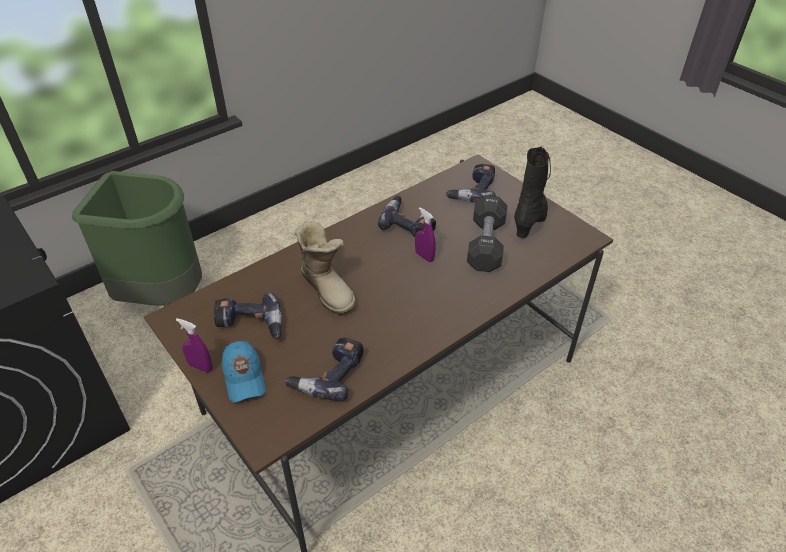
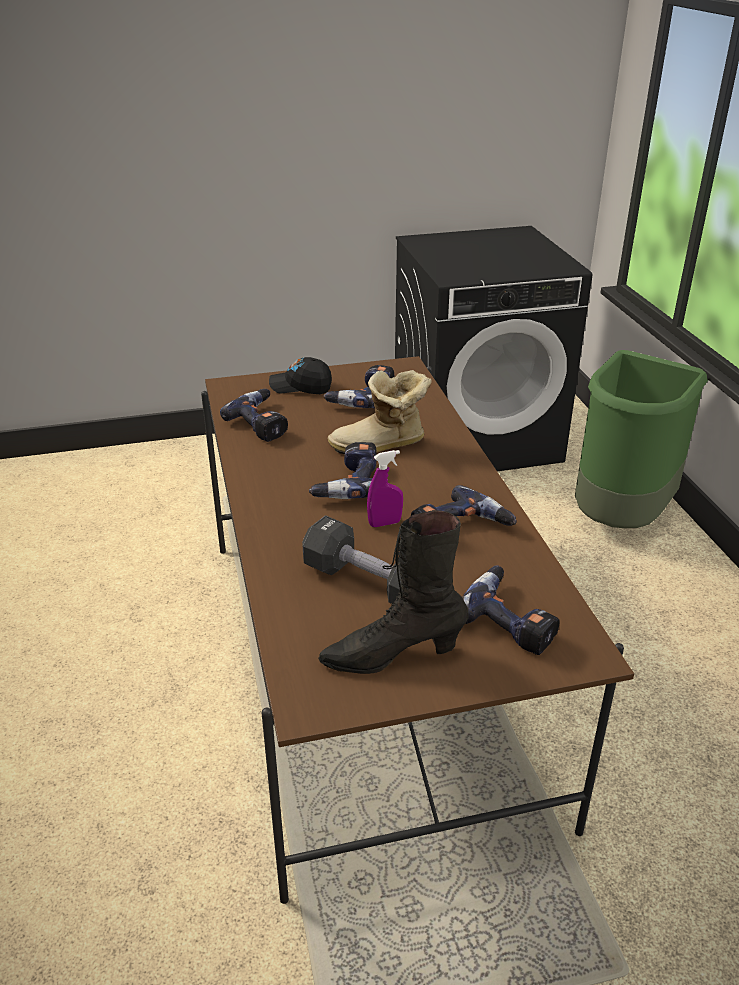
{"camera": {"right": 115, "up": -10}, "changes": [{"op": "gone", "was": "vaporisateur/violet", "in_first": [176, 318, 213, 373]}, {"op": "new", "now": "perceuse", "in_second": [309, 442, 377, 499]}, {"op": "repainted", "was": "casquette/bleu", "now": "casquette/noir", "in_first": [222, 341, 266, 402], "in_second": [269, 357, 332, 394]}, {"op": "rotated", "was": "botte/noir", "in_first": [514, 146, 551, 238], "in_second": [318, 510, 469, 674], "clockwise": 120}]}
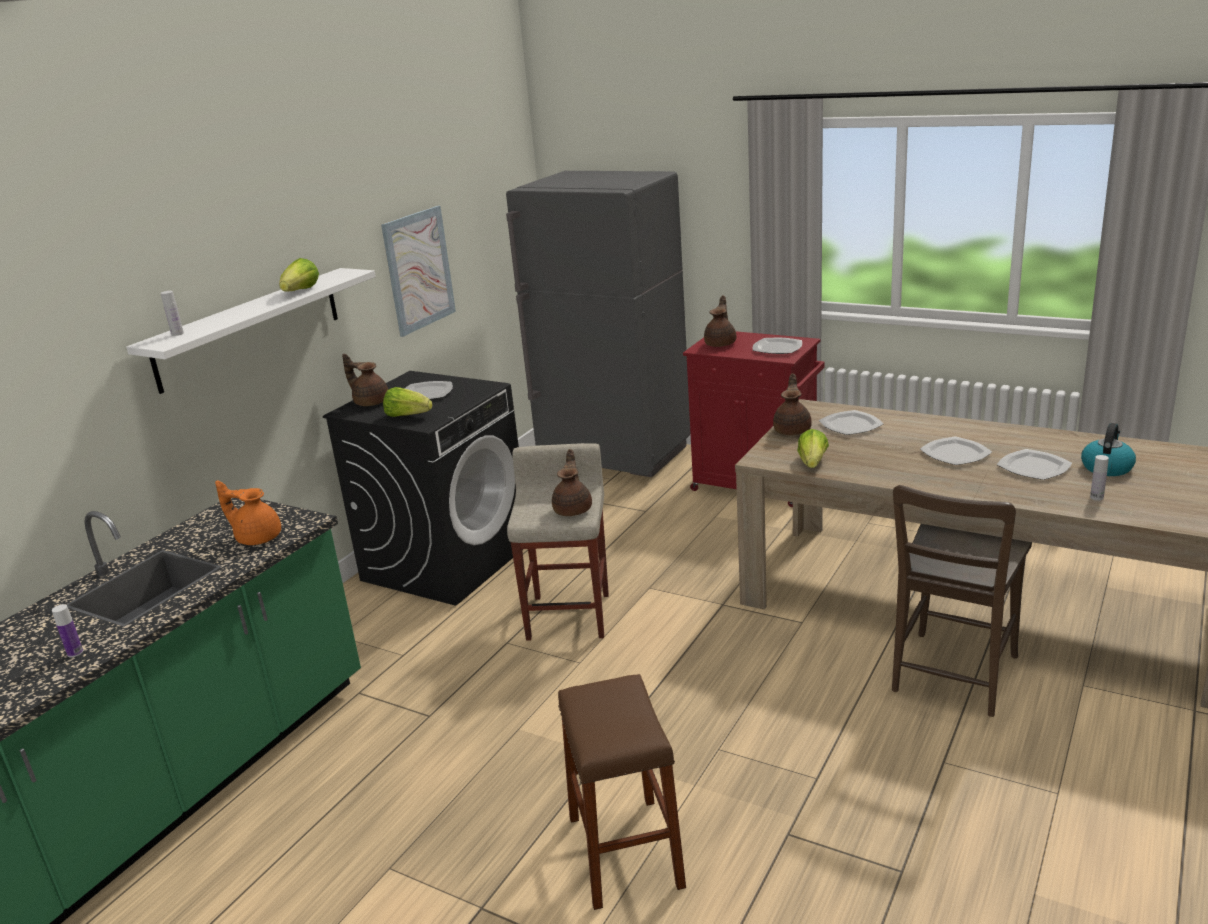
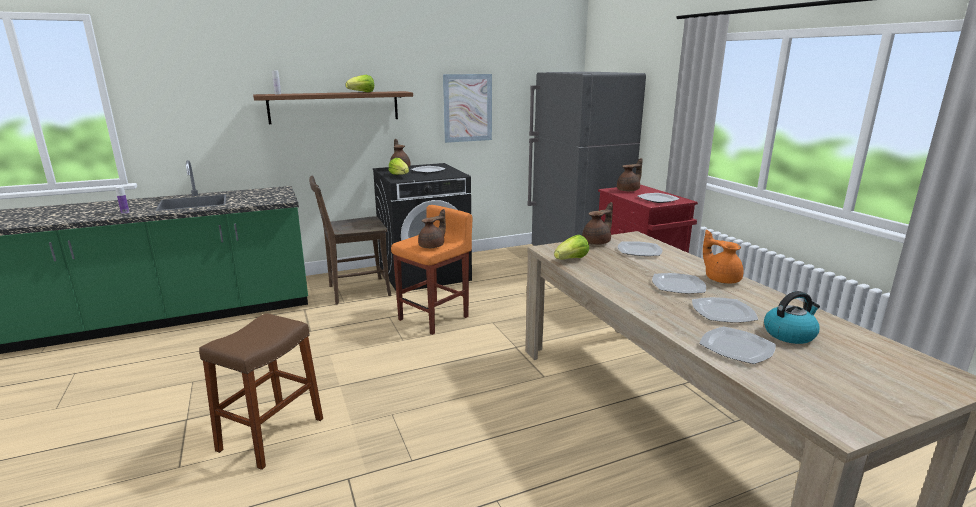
{"camera": {"right": 35, "up": -5}, "changes": [{"op": "shifted", "was": "théière/orange", "in_first": [215, 481, 281, 545], "in_second": [703, 230, 743, 284]}, {"op": "shifted", "was": "chaise/marron", "in_first": [892, 485, 1032, 717], "in_second": [309, 176, 392, 304]}, {"op": "swapped", "was": "bouteille/blanc", "now": "assiette", "in_first": [1090, 455, 1109, 501], "in_second": [699, 326, 776, 364]}, {"op": "repainted", "was": "étagère/blanc", "now": "étagère/marron", "in_first": [126, 268, 376, 394], "in_second": [253, 91, 413, 124]}, {"op": "repainted", "was": "tabouret/beige", "now": "tabouret/orange", "in_first": [507, 443, 609, 641], "in_second": [391, 205, 472, 335]}]}
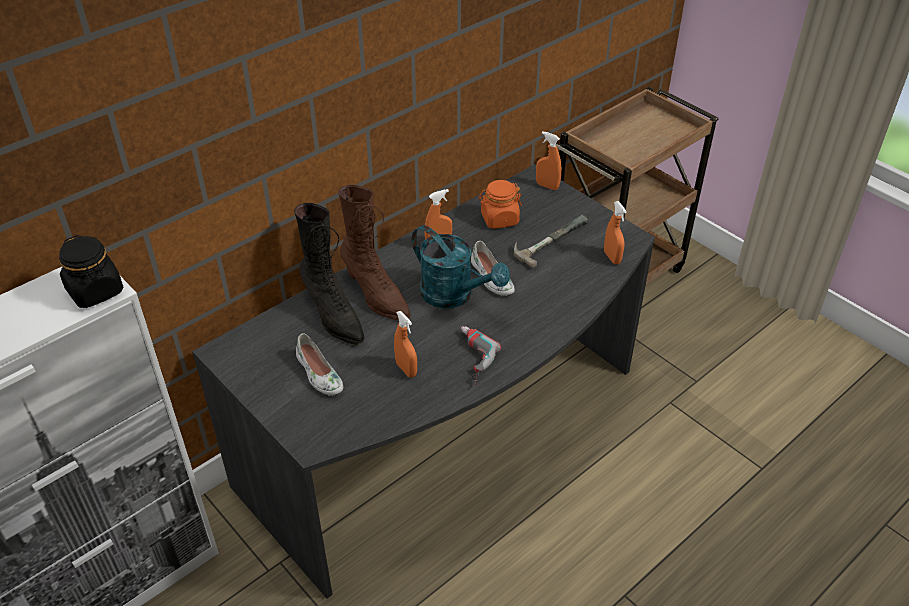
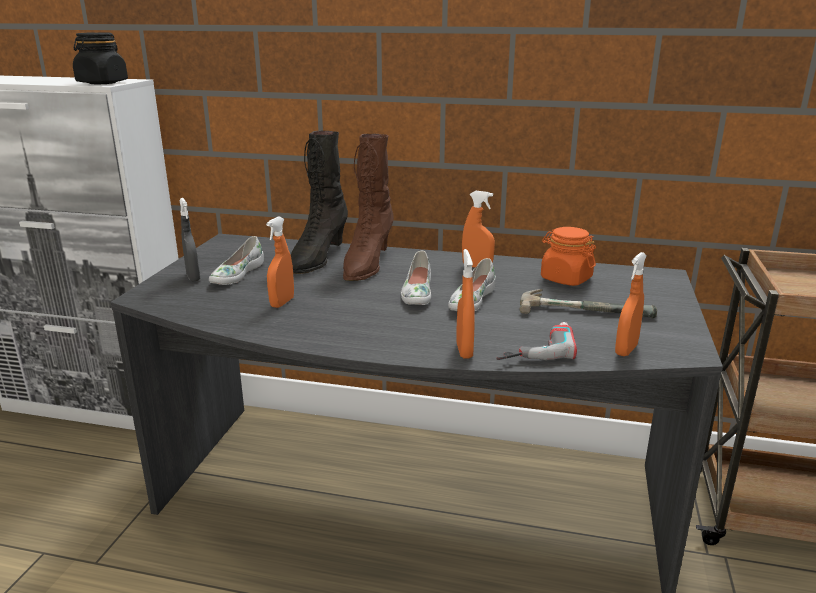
{"camera": {"right": 55, "up": -20}, "changes": [{"op": "new", "now": "vaporisateur/gris", "in_second": [179, 198, 200, 282]}, {"op": "shifted", "was": "perceuse", "in_first": [461, 326, 501, 386], "in_second": [496, 322, 577, 360]}, {"op": "shifted", "was": "vaporisateur/orange", "in_first": [536, 131, 562, 190], "in_second": [456, 249, 475, 359]}, {"op": "swapped", "was": "arrosoir/turquoise", "now": "chaussure/blanc", "in_first": [412, 225, 510, 309], "in_second": [401, 251, 431, 305]}]}
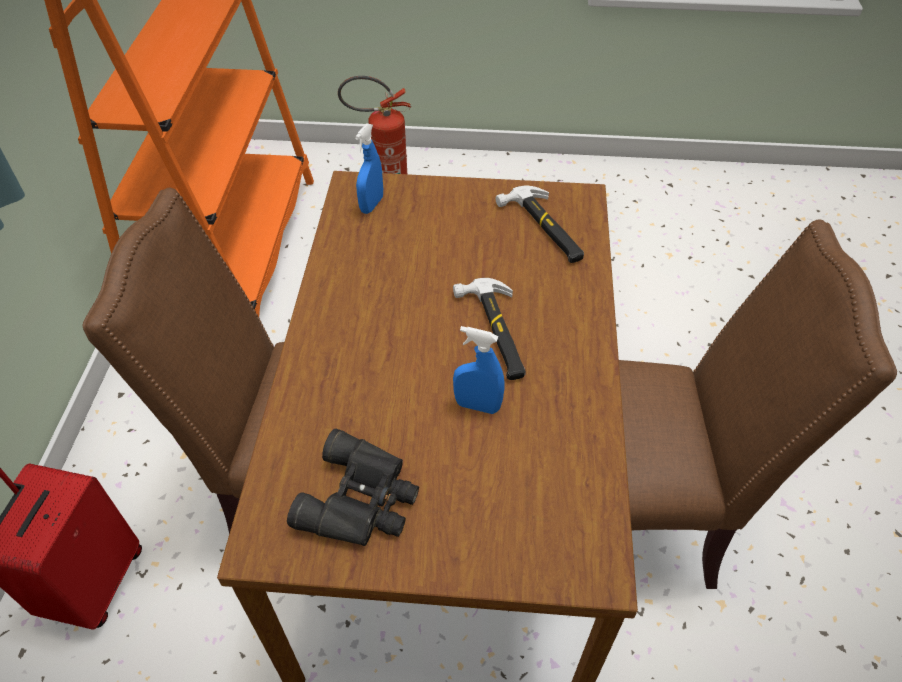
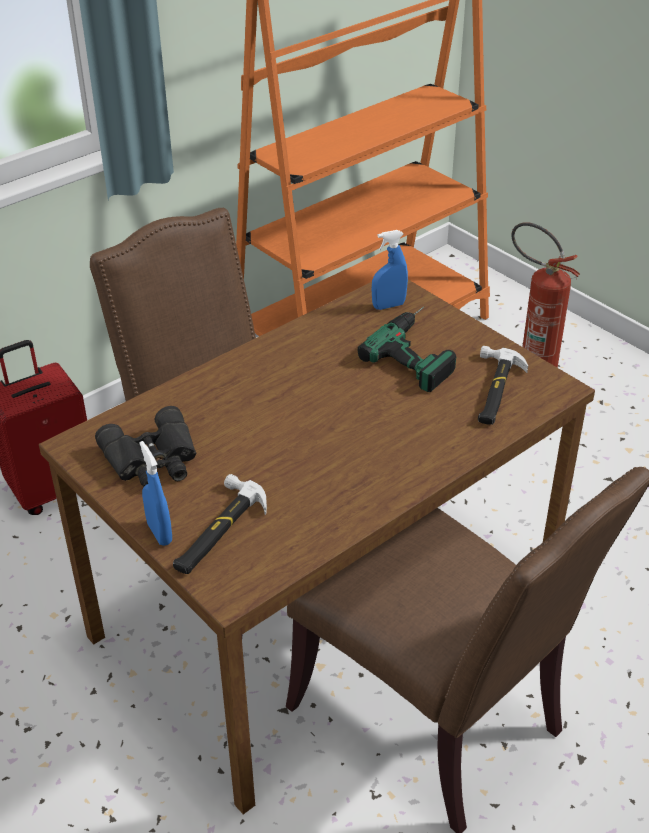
{"camera": {"right": 45, "up": -10}, "changes": [{"op": "new", "now": "perceuse", "in_second": [358, 307, 456, 392]}, {"op": "shifted", "was": "marteau", "in_first": [453, 278, 526, 380], "in_second": [173, 474, 267, 574]}, {"op": "shifted", "was": "vaporisateur/bleu", "in_first": [453, 326, 504, 414], "in_second": [139, 441, 172, 546]}]}
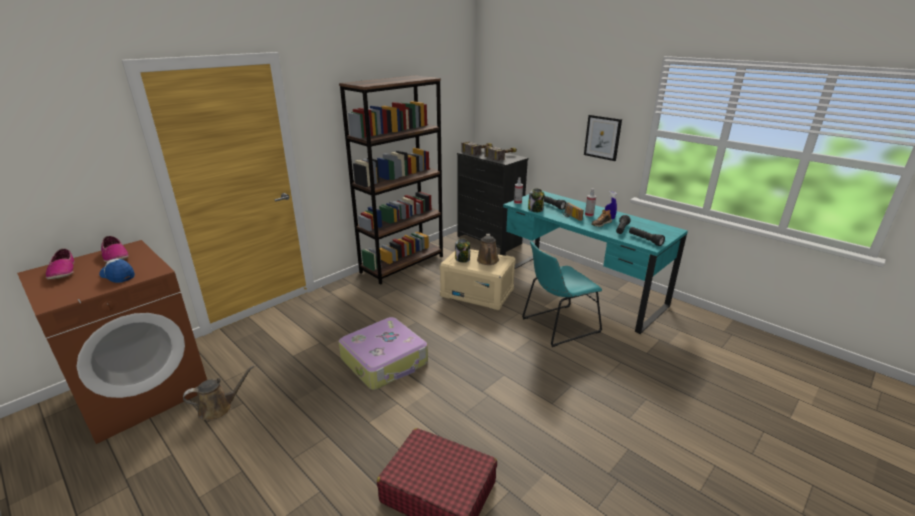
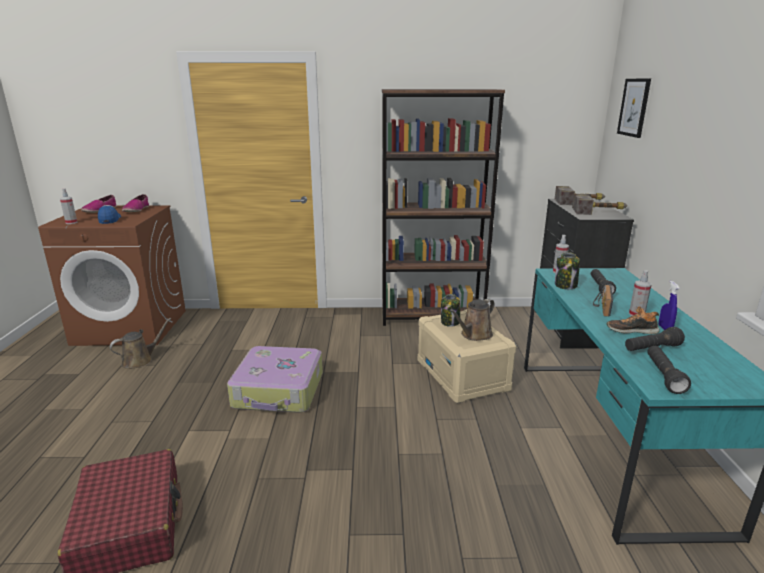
{"camera": {"right": 45, "up": -5}, "changes": [{"op": "gone", "was": "chaise/turquoise", "in_first": [522, 241, 602, 347]}, {"op": "new", "now": "vaporisateur", "in_second": [60, 188, 78, 224]}, {"op": "shifted", "was": "tableau", "in_first": [584, 115, 622, 161], "in_second": [617, 78, 651, 138]}, {"op": "rotated", "was": "arrosoir/marron", "in_first": [183, 365, 254, 421], "in_second": [110, 318, 171, 369], "clockwise": -60}]}
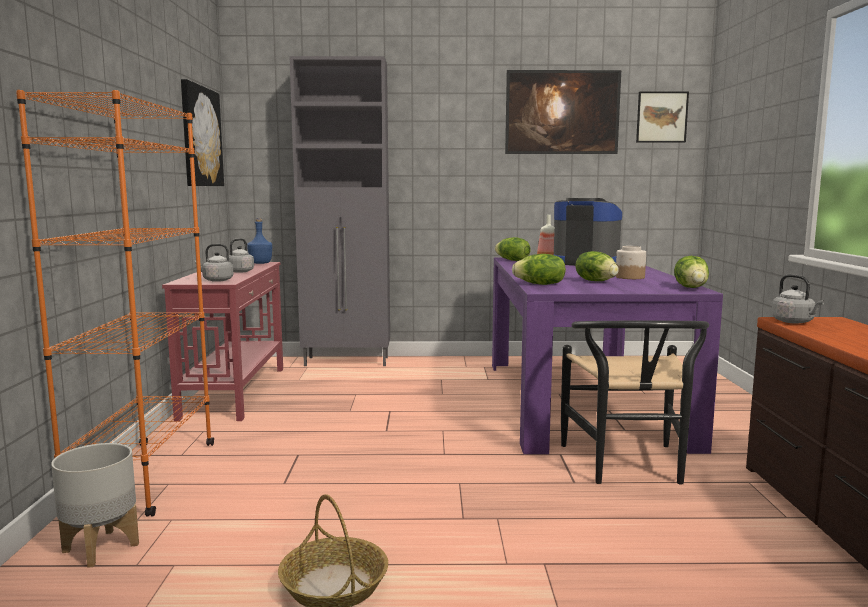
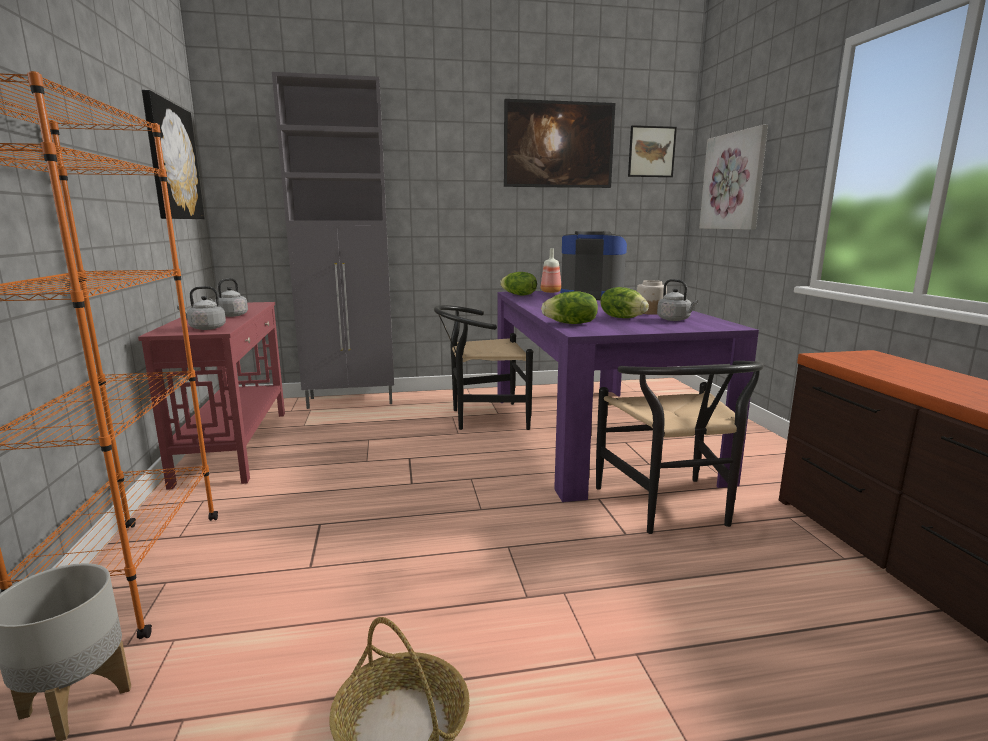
{"camera": {"right": -10, "up": 5}, "changes": [{"op": "gone", "was": "bouteille/bleu", "in_first": [247, 218, 272, 264]}, {"op": "gone", "was": "laitue", "in_first": [674, 256, 709, 288]}, {"op": "new", "now": "chaise/noir", "in_second": [434, 305, 533, 430]}, {"op": "new", "now": "tableau", "in_second": [699, 125, 768, 230]}, {"op": "shifted", "was": "bouilloire/gris", "in_first": [771, 274, 824, 324], "in_second": [657, 279, 698, 321]}]}
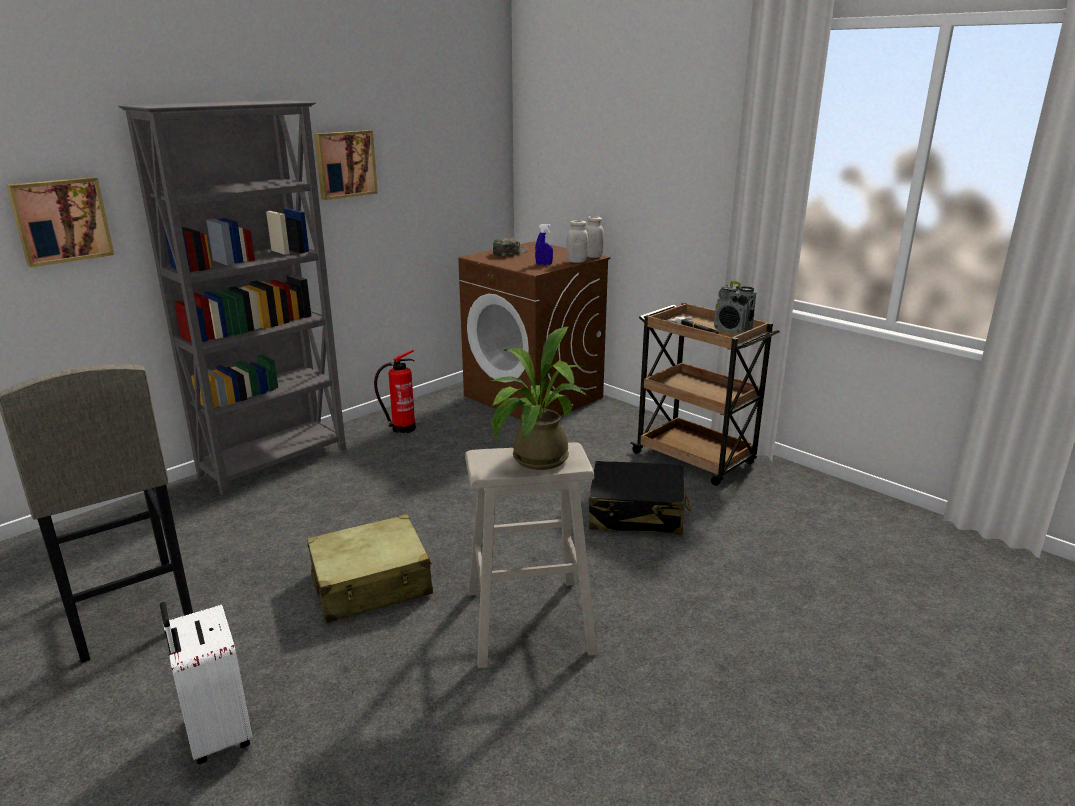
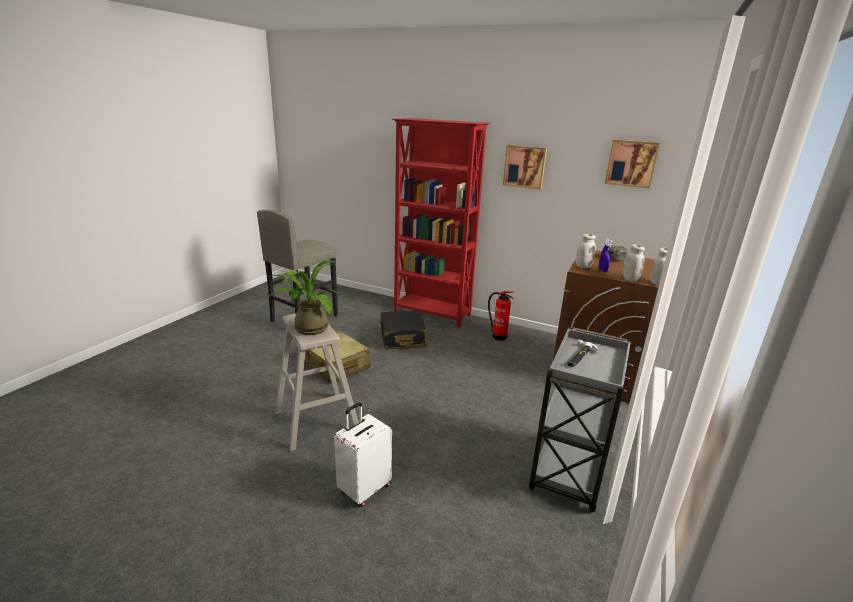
{"camera": {"right": 70, "up": 0}, "changes": [{"op": "gone", "was": "radio", "in_first": [714, 281, 756, 334]}, {"op": "new", "now": "bocal/blanc", "in_second": [576, 234, 596, 268]}, {"op": "shifted", "was": "tableau", "in_first": [7, 177, 114, 268], "in_second": [605, 140, 660, 189]}, {"op": "shifted", "was": "valise/blanc", "in_first": [160, 602, 252, 764], "in_second": [334, 402, 392, 507]}, {"op": "shifted", "was": "valise/noir", "in_first": [589, 461, 691, 535], "in_second": [380, 310, 427, 350]}, {"op": "repainted", "was": "bibliothèque/gris", "now": "bibliothèque/rouge", "in_first": [118, 100, 346, 496], "in_second": [392, 118, 490, 327]}, {"op": "repainted", "was": "chariot/marron", "now": "chariot/gris", "in_first": [631, 302, 780, 486], "in_second": [529, 327, 632, 513]}]}
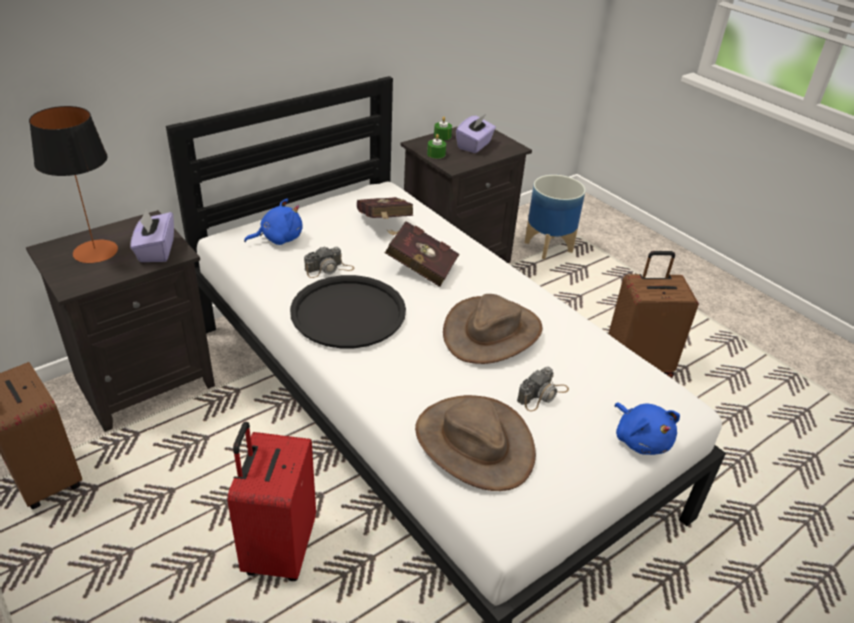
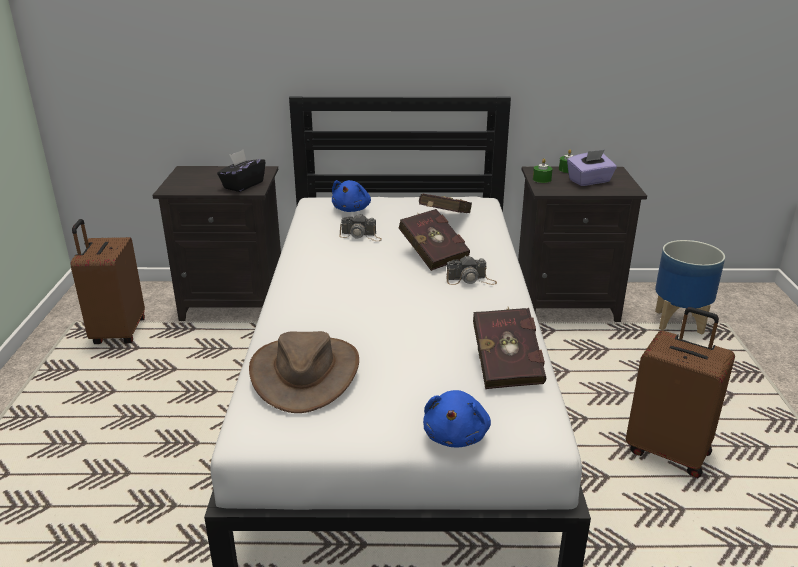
{"camera": {"right": 40, "up": -10}, "changes": [{"op": "gone", "was": "lampe de table", "in_first": [29, 106, 118, 263]}, {"op": "gone", "was": "valise/rouge", "in_first": [227, 422, 316, 581]}, {"op": "gone", "was": "plateau/noir", "in_first": [290, 275, 406, 348]}, {"op": "gone", "was": "chapeau/marron", "in_first": [443, 294, 542, 364]}, {"op": "new", "now": "livre/rouge", "in_second": [473, 307, 546, 389]}, {"op": "shifted", "was": "appareil photo", "in_first": [517, 367, 569, 411], "in_second": [446, 256, 497, 285]}, {"op": "repainted", "was": "boîte à mouchoirs/violet", "now": "boîte à mouchoirs/noir", "in_first": [130, 209, 174, 262], "in_second": [217, 150, 266, 192]}, {"op": "rotated", "was": "peluche/bleu", "in_first": [244, 198, 303, 245], "in_second": [332, 180, 371, 212], "clockwise": 90}]}
